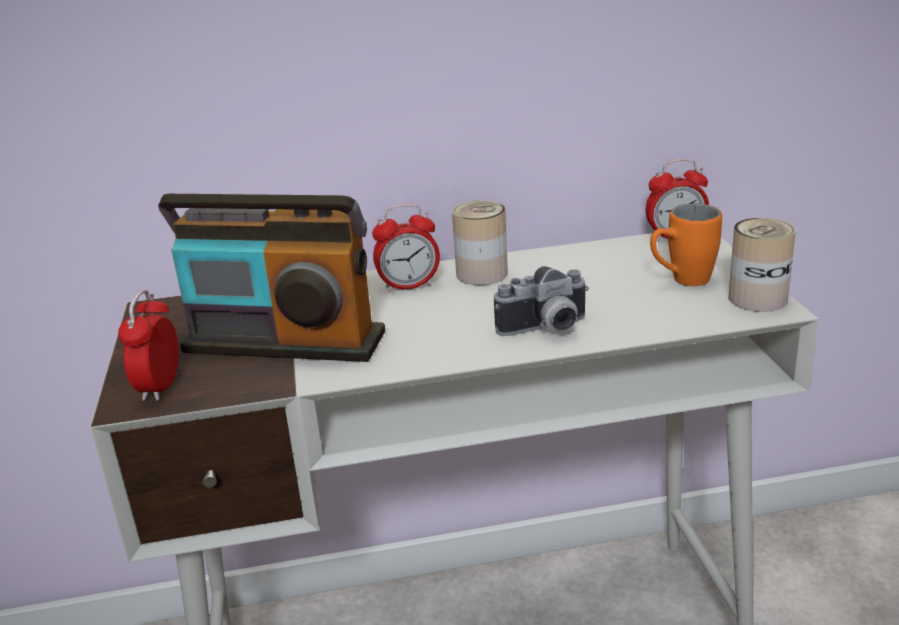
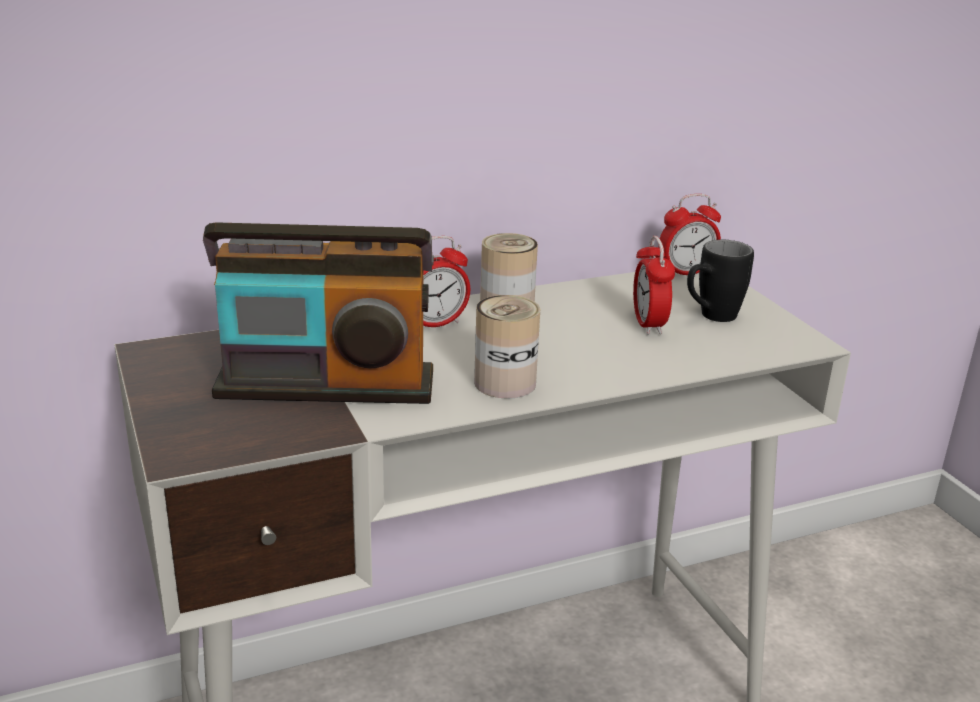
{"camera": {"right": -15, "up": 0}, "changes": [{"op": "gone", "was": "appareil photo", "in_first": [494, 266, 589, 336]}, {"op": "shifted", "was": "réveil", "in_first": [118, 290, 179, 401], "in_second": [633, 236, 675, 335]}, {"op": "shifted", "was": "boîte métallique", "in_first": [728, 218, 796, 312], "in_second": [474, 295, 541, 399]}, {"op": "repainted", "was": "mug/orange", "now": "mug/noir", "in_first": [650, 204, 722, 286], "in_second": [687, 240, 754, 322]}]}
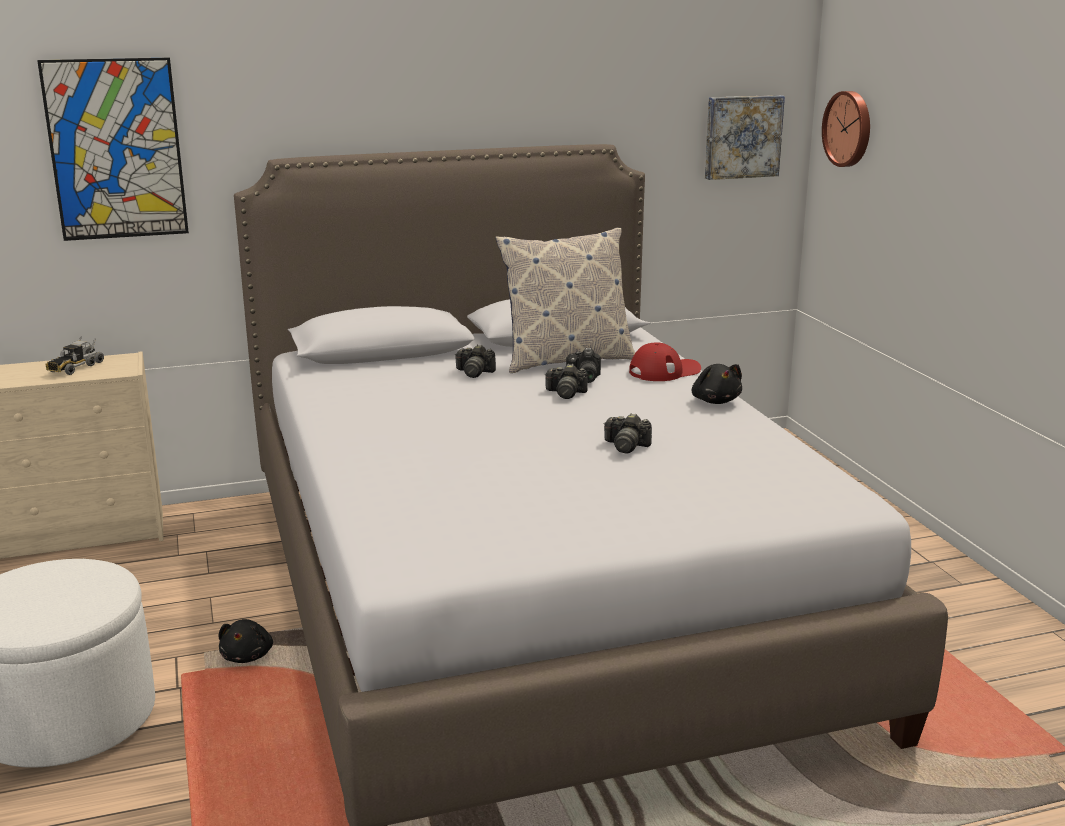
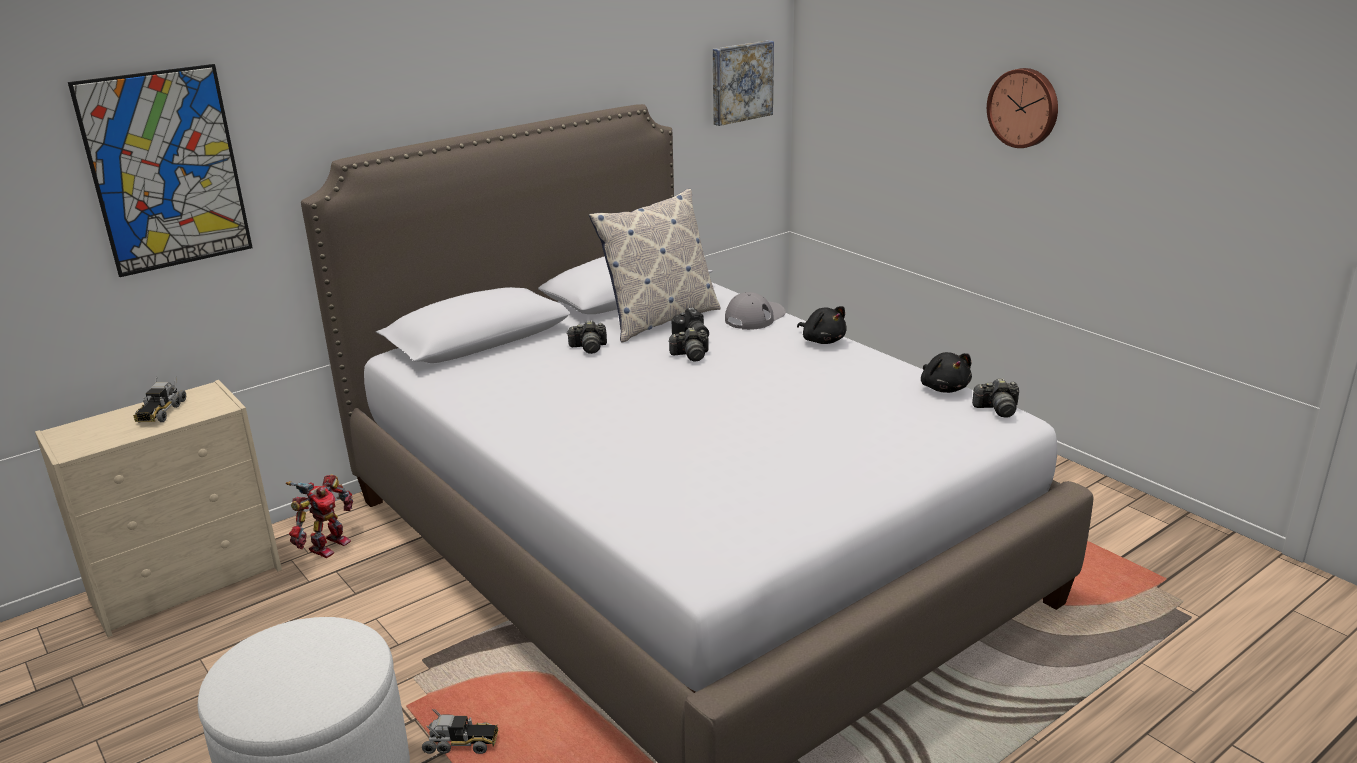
{"camera": {"right": -20, "up": 5}, "changes": [{"op": "new", "now": "robot jouet", "in_second": [286, 474, 353, 558]}, {"op": "new", "now": "camion jouet", "in_second": [422, 709, 498, 754]}, {"op": "shifted", "was": "peluche/noir", "in_first": [218, 619, 273, 663], "in_second": [921, 352, 972, 393]}, {"op": "shifted", "was": "appareil photo", "in_first": [603, 413, 652, 453], "in_second": [972, 378, 1019, 418]}, {"op": "shifted", "was": "horloge murale", "in_first": [822, 91, 870, 167], "in_second": [987, 68, 1058, 148]}, {"op": "repainted", "was": "casquette/rouge", "now": "casquette/gris", "in_first": [629, 342, 701, 381], "in_second": [725, 292, 786, 330]}]}
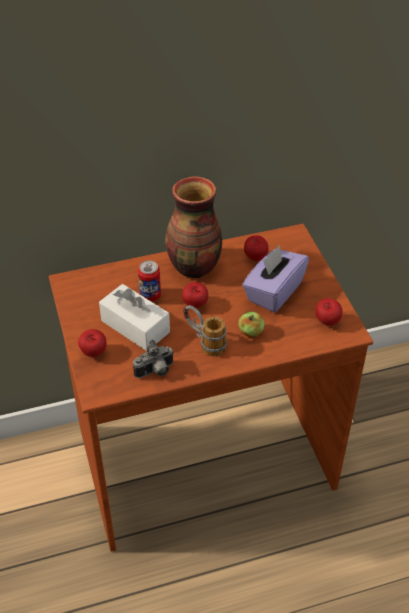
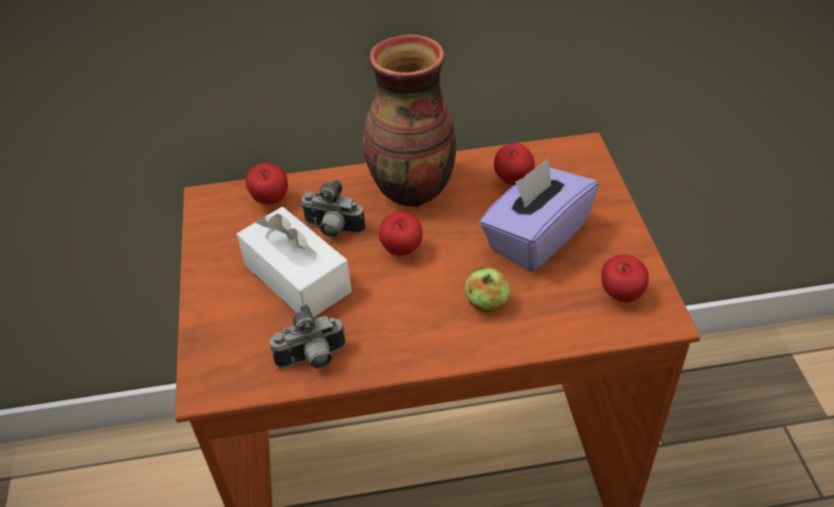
{"camera": {"right": 10, "up": 0}, "changes": [{"op": "gone", "was": "mug", "in_first": [183, 305, 227, 357]}, {"op": "shifted", "was": "pomme", "in_first": [78, 329, 107, 357], "in_second": [245, 163, 288, 204]}, {"op": "swapped", "was": "boîte métallique", "now": "appareil photo", "in_first": [138, 260, 161, 302], "in_second": [301, 179, 366, 238]}]}
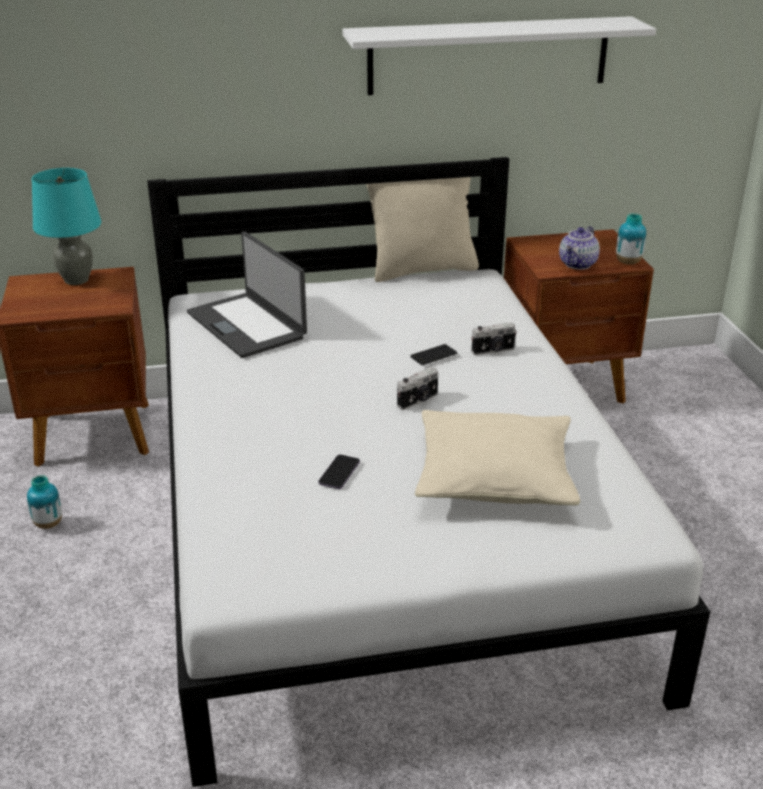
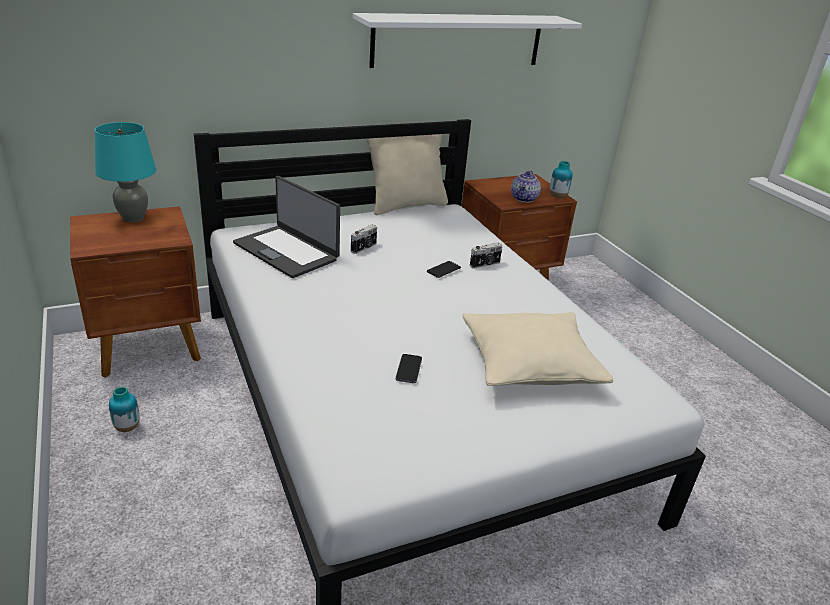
{"camera": {"right": -15, "up": 0}, "changes": [{"op": "shifted", "was": "appareil photo", "in_first": [397, 367, 438, 410], "in_second": [351, 224, 377, 254]}]}
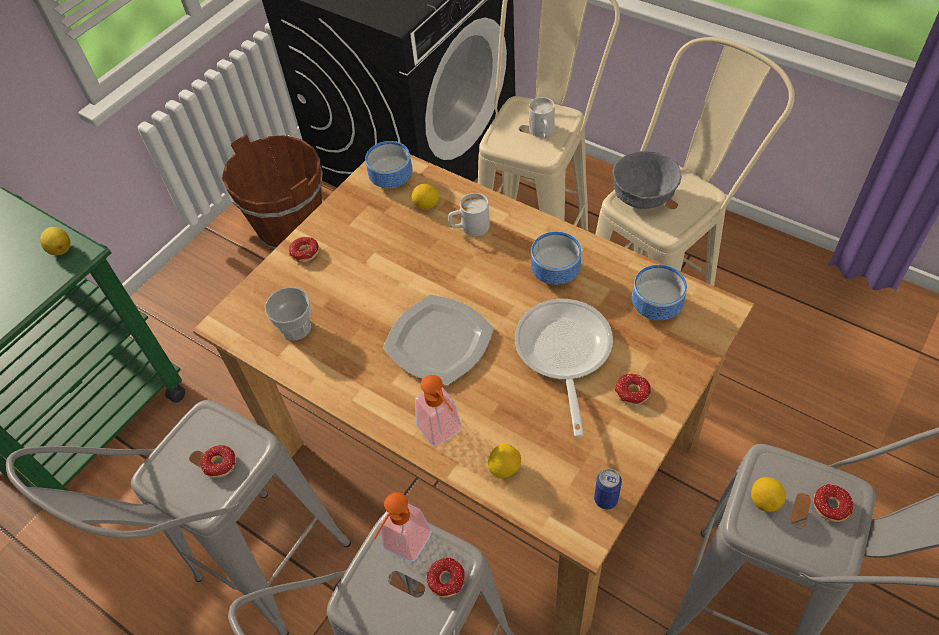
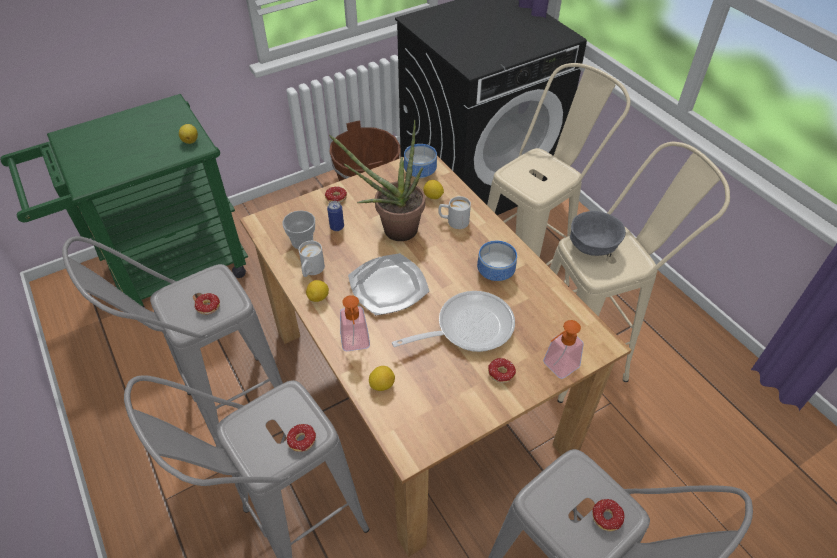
{"camera": {"right": 20, "up": -5}, "changes": [{"op": "gone", "was": "bol", "in_first": [632, 265, 687, 320]}, {"op": "new", "now": "plante en pot", "in_second": [329, 120, 425, 241]}, {"op": "shifted", "was": "distributeur de savon", "in_first": [374, 492, 432, 561], "in_second": [543, 320, 584, 379]}, {"op": "shifted", "was": "mug/blanc", "in_first": [529, 97, 555, 138], "in_second": [299, 241, 325, 277]}, {"op": "shifted", "was": "boîte métallique", "in_first": [594, 469, 622, 509], "in_second": [327, 201, 344, 231]}, {"op": "shifted", "was": "citron", "in_first": [751, 477, 786, 512], "in_second": [306, 280, 329, 302]}, {"op": "rotated", "was": "poêle", "in_first": [515, 299, 613, 437], "in_second": [392, 291, 515, 352], "clockwise": 45}]}
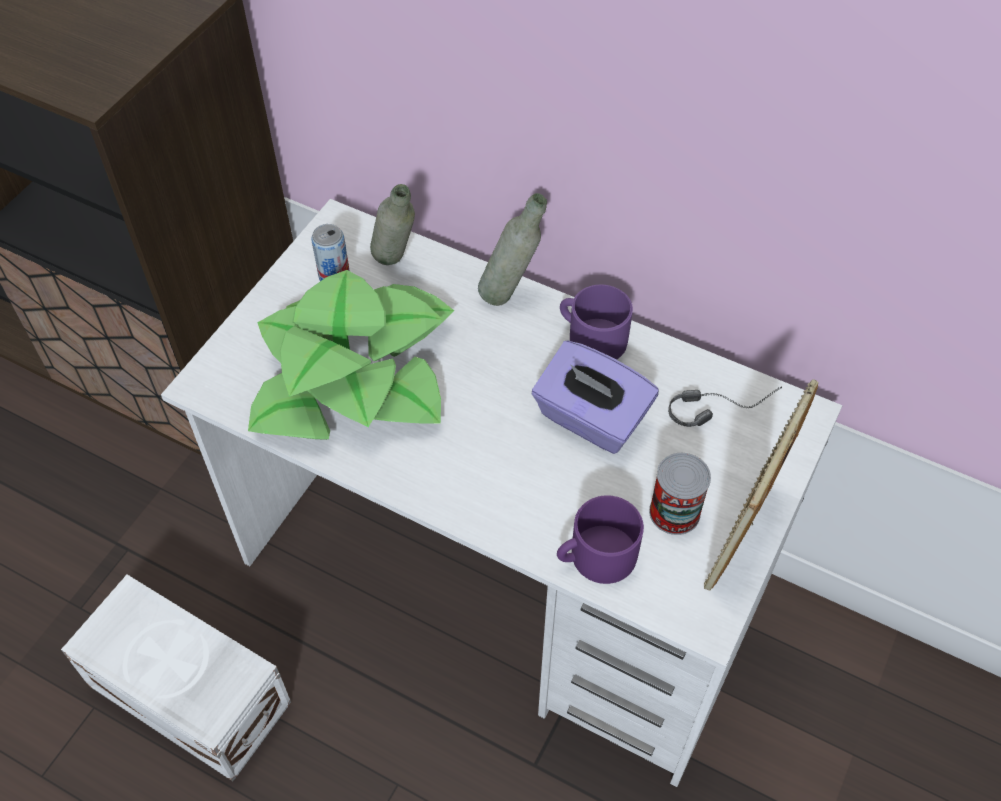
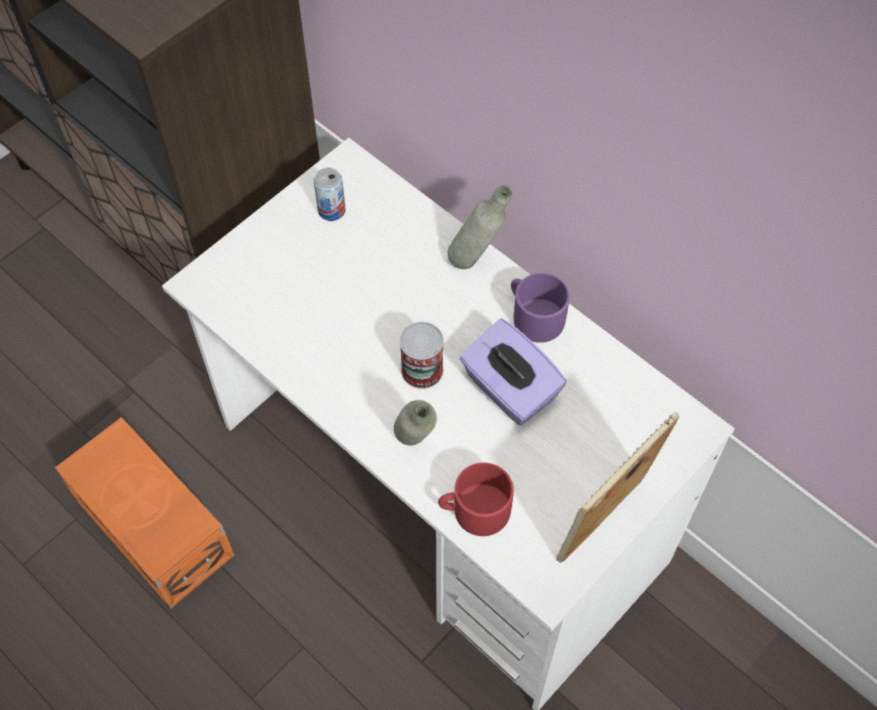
{"camera": {"right": 15, "up": 5}, "changes": [{"op": "gone", "was": "plante en pot", "in_first": [248, 270, 454, 440]}, {"op": "gone", "was": "casque audio", "in_first": [668, 386, 782, 427]}, {"op": "shifted", "was": "bouteille/gris", "in_first": [370, 184, 415, 265], "in_second": [394, 400, 437, 445]}, {"op": "shifted", "was": "boîte métallique", "in_first": [649, 453, 711, 535], "in_second": [400, 322, 444, 389]}, {"op": "repainted", "was": "boîte de rangement/blanc", "now": "boîte de rangement/orange", "in_first": [61, 575, 291, 781], "in_second": [55, 417, 235, 609]}, {"op": "repainted", "was": "mug/violet", "now": "mug/rouge", "in_first": [557, 495, 644, 584], "in_second": [438, 463, 514, 536]}]}
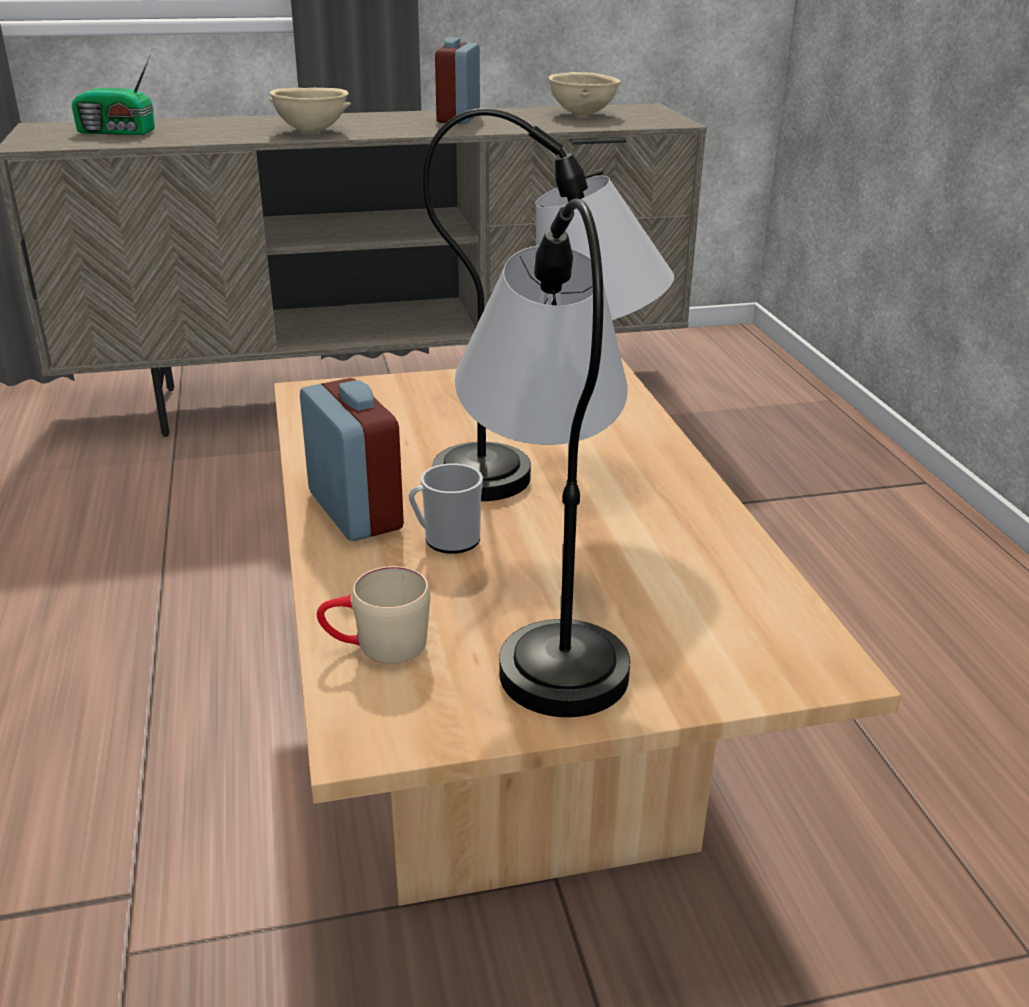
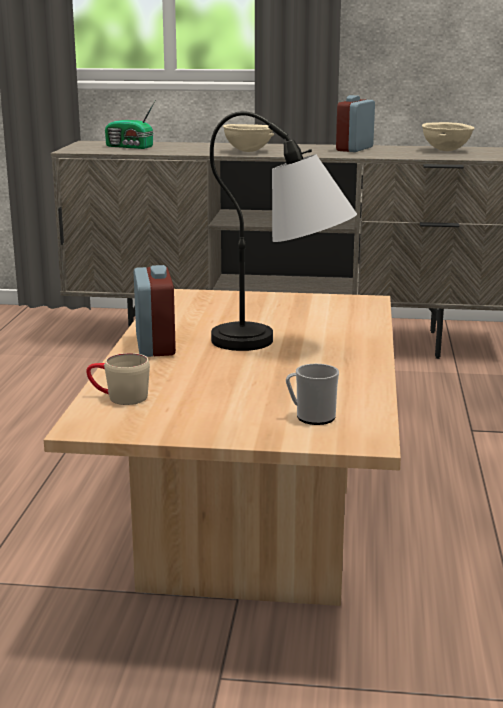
{"camera": {"right": 20, "up": -10}, "changes": [{"op": "gone", "was": "lampe de table", "in_first": [455, 198, 630, 717]}, {"op": "shifted", "was": "mug", "in_first": [408, 464, 483, 554], "in_second": [286, 364, 339, 425]}]}
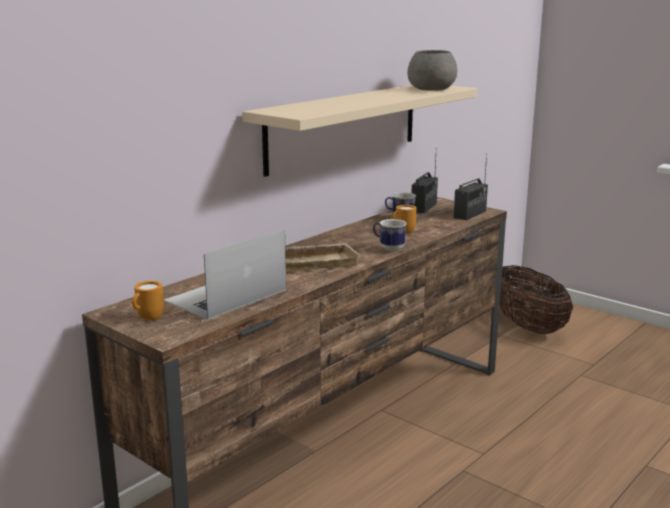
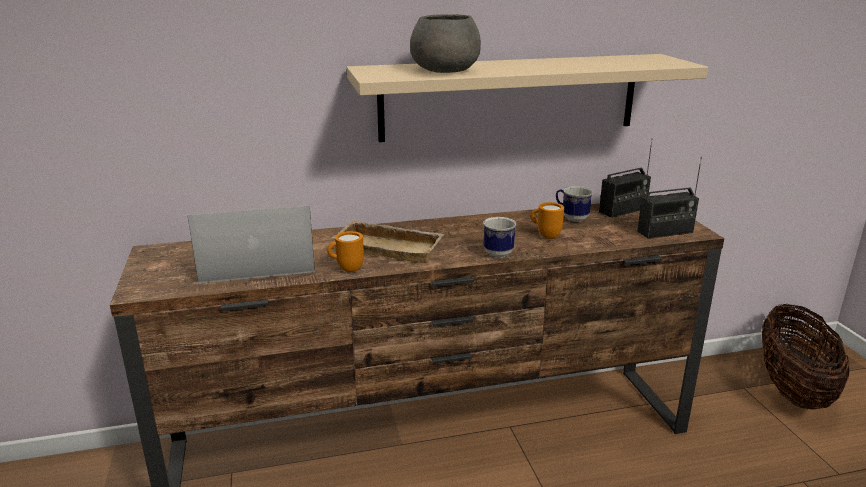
{"camera": {"right": 35, "up": 5}, "changes": [{"op": "shifted", "was": "mug/orange", "in_first": [132, 281, 164, 320], "in_second": [327, 231, 364, 272]}, {"op": "shifted", "was": "bol/gris", "in_first": [407, 50, 457, 91], "in_second": [410, 14, 481, 73]}]}
